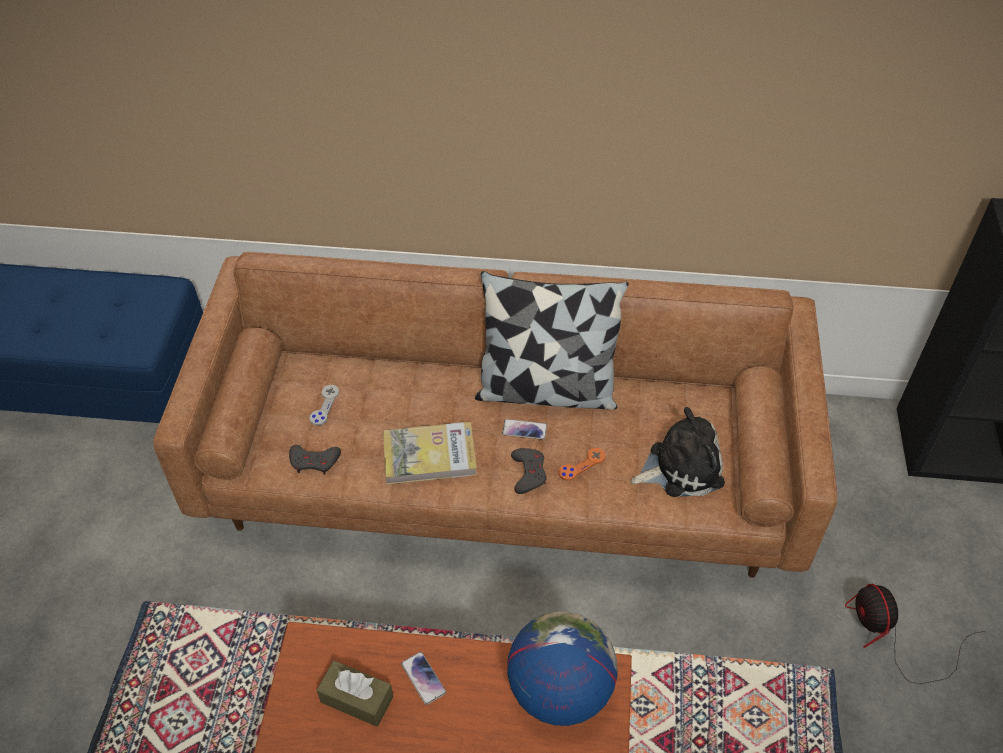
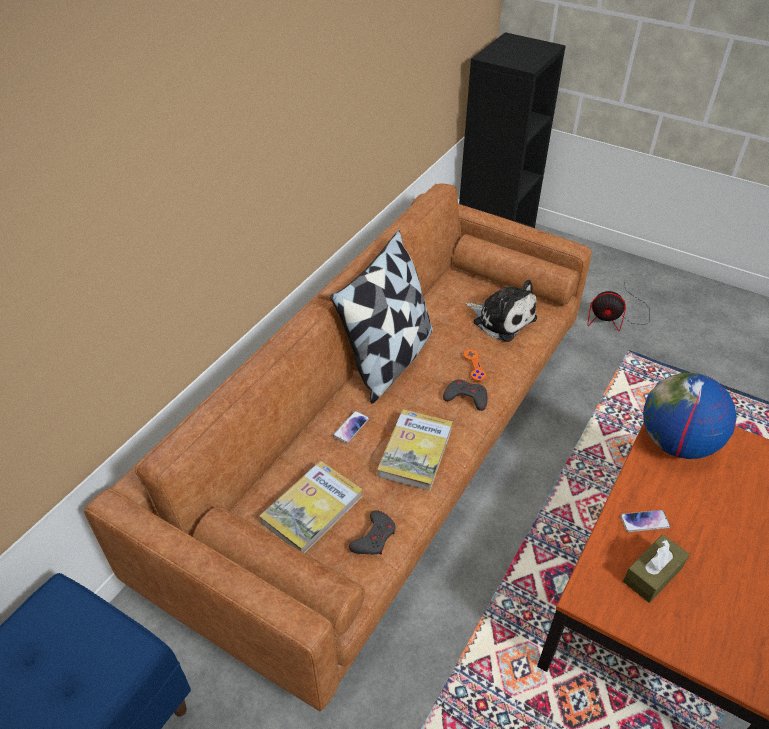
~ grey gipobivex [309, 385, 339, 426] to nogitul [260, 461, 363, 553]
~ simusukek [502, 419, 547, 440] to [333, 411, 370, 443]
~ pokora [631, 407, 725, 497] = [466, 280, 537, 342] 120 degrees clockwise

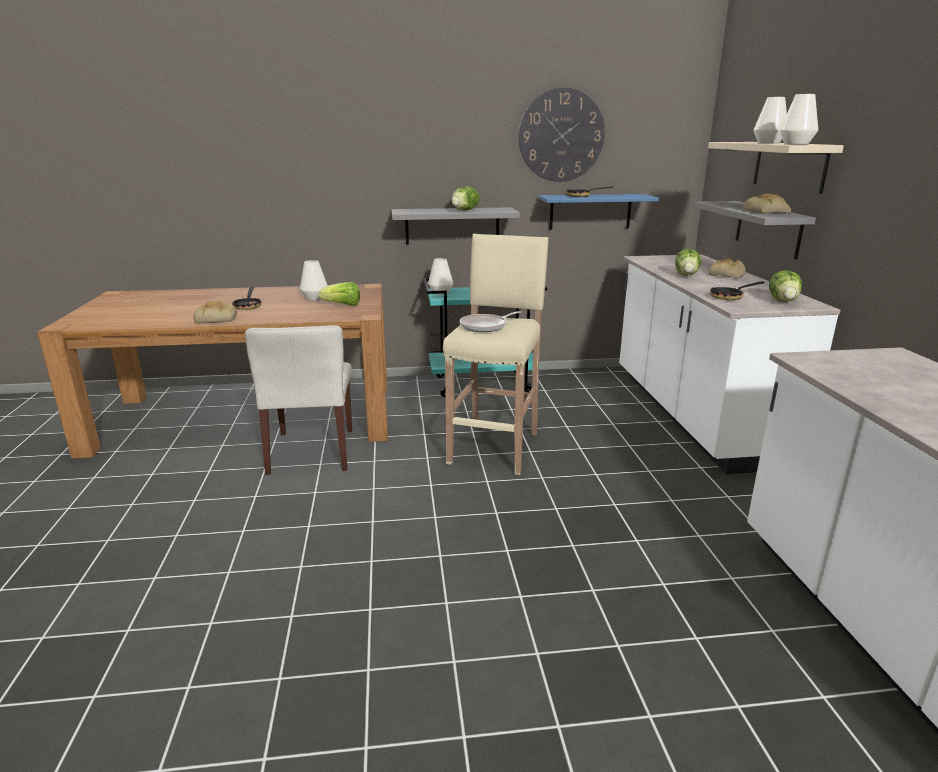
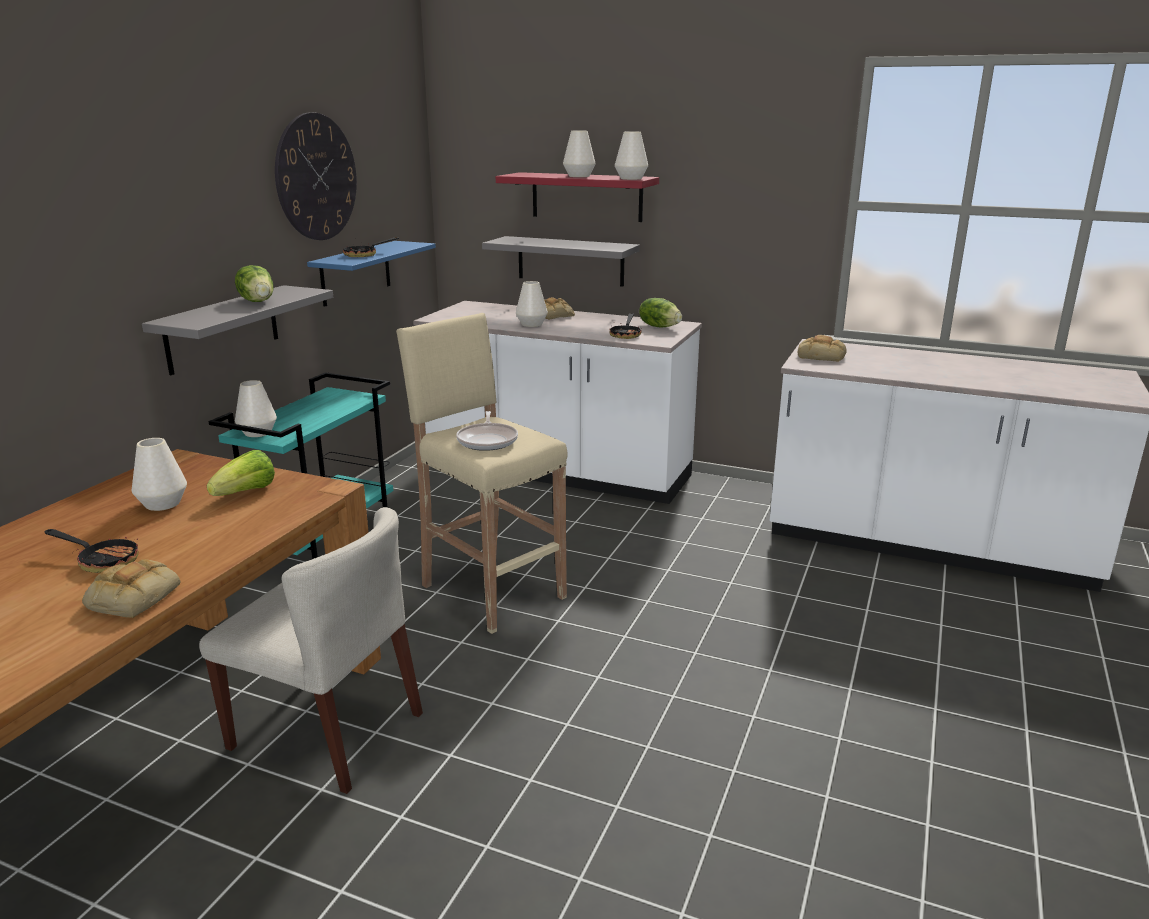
~ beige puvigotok [708, 142, 844, 194] to red puvigotok [496, 172, 659, 222]
~ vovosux [675, 249, 701, 276] to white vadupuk [516, 281, 548, 327]
~ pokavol [743, 193, 791, 214] to [797, 335, 847, 361]

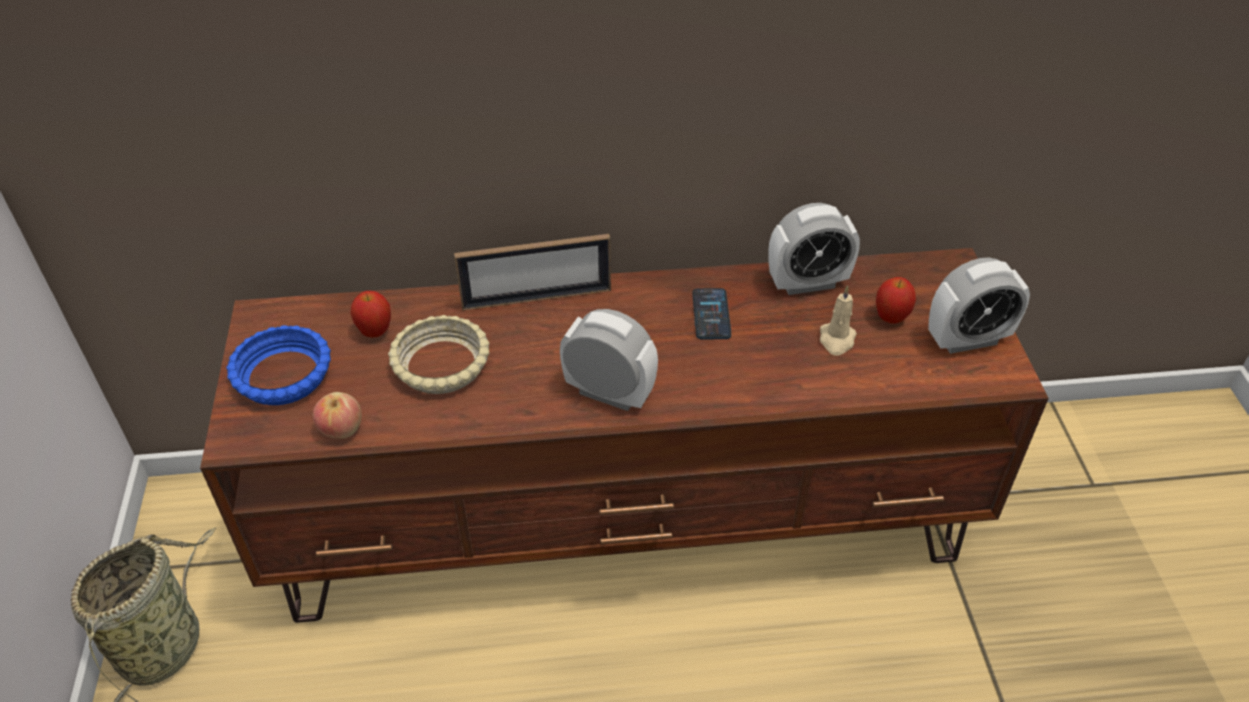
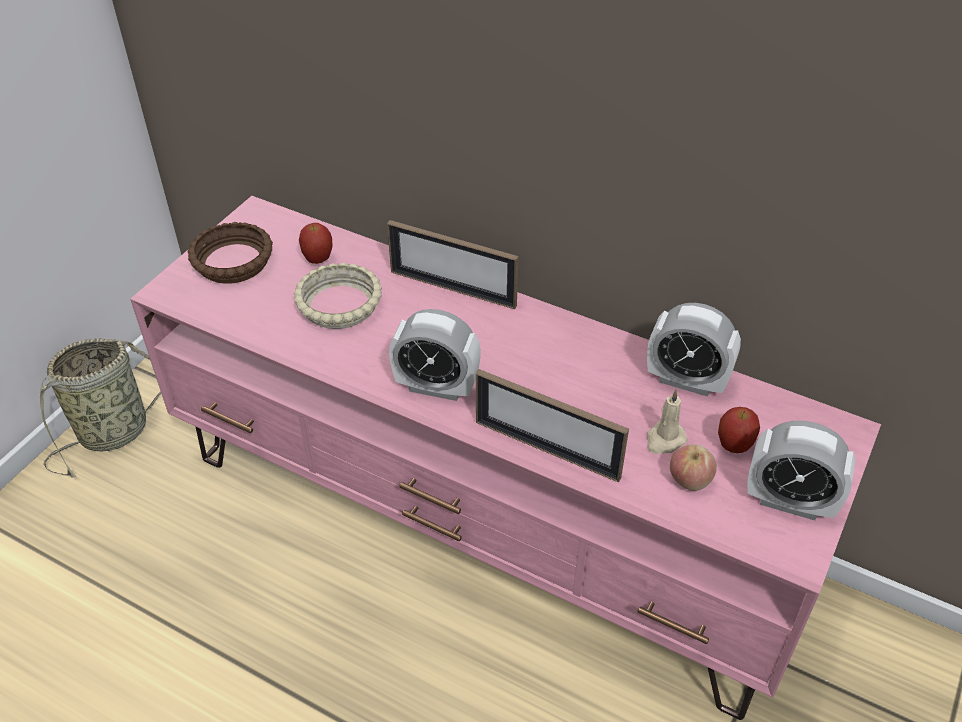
~ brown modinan [200, 248, 1049, 623] to pink modinan [130, 196, 881, 720]
~ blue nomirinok [226, 325, 331, 405] to brown nomirinok [187, 222, 273, 284]
~ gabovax [560, 309, 658, 411] = [389, 309, 481, 401] 135 degrees clockwise
+ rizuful [476, 369, 629, 482]
~ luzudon [313, 392, 361, 439] to [670, 444, 717, 491]
- simusukek [692, 288, 731, 340]

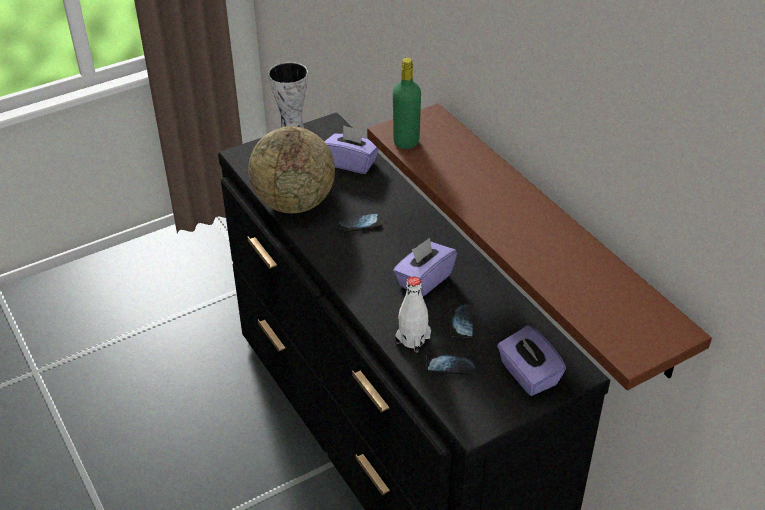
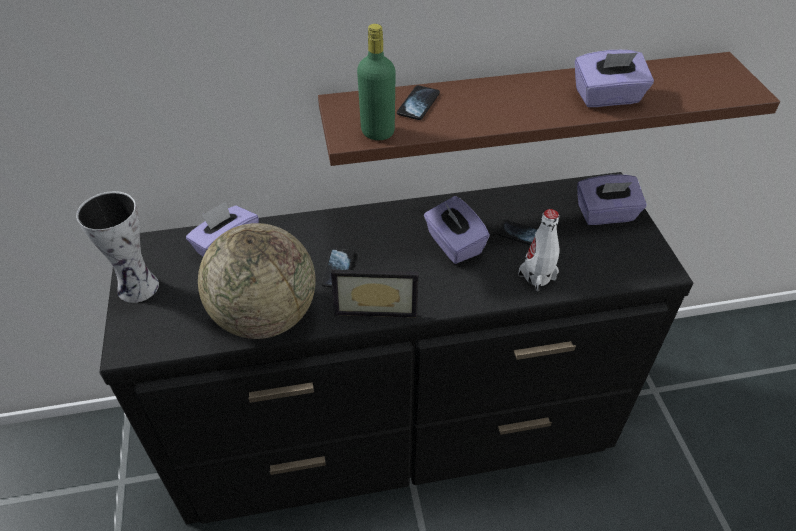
+ rizuful [331, 269, 419, 318]
~ simusukek [426, 354, 476, 375] to [397, 85, 440, 120]
+ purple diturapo [575, 50, 654, 107]

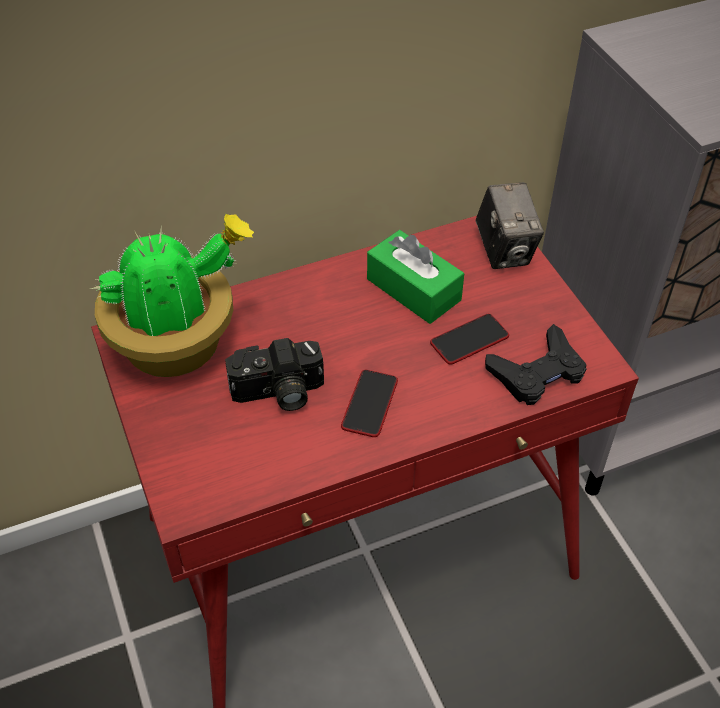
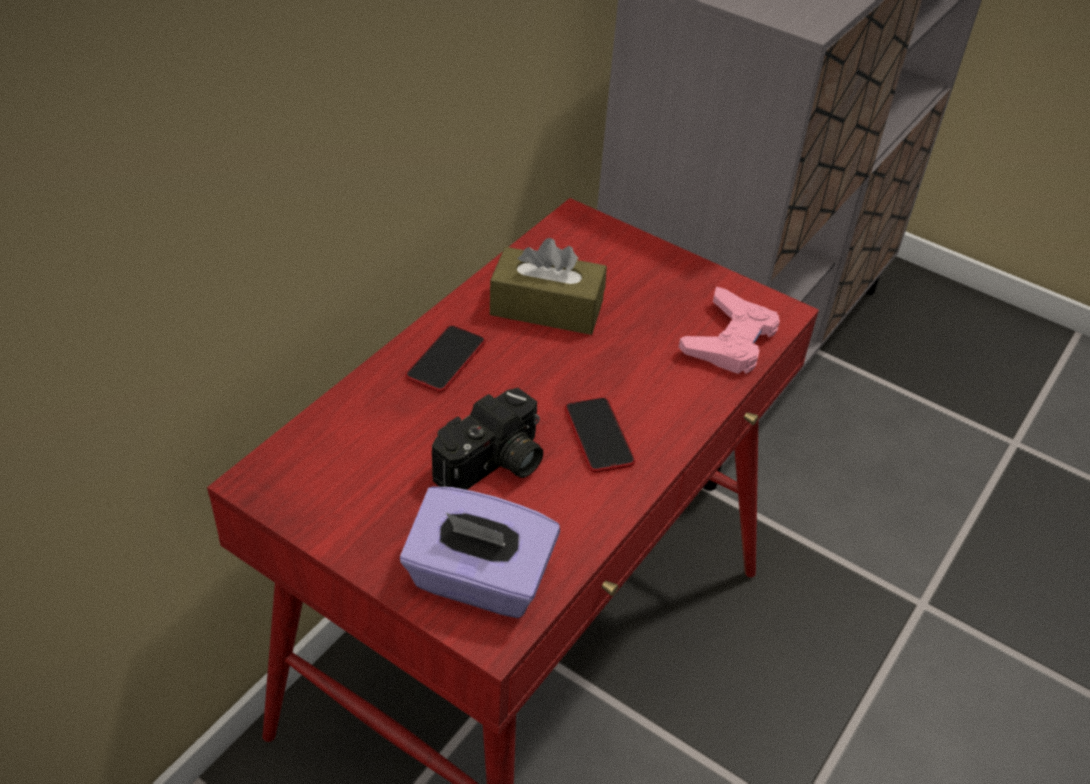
+ purple diturapo [400, 486, 560, 618]
~ simusukek [430, 314, 509, 365] to [405, 325, 485, 392]
~ green diturapo [367, 230, 464, 324] to brown diturapo [490, 238, 607, 335]
~ black gipobivex [485, 324, 587, 405] to pink gipobivex [678, 287, 780, 374]
- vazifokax [90, 214, 254, 377]
- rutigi [476, 182, 544, 269]

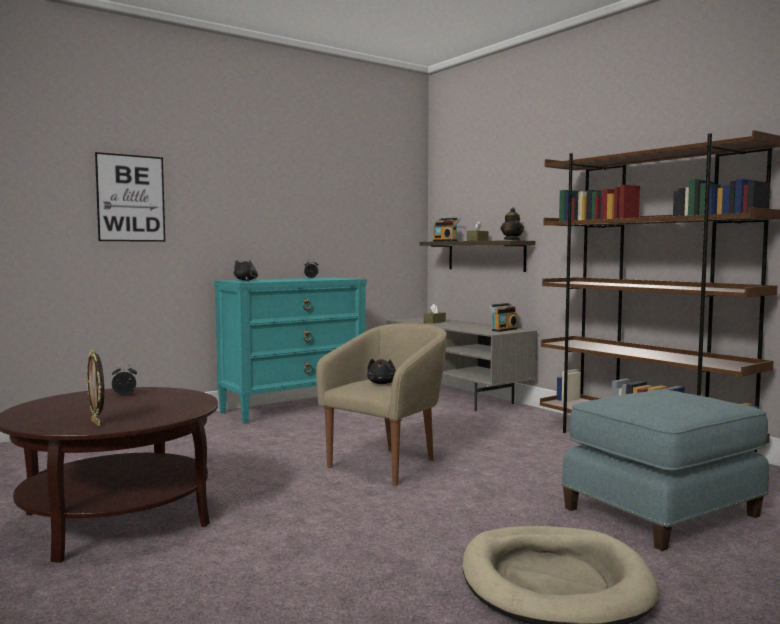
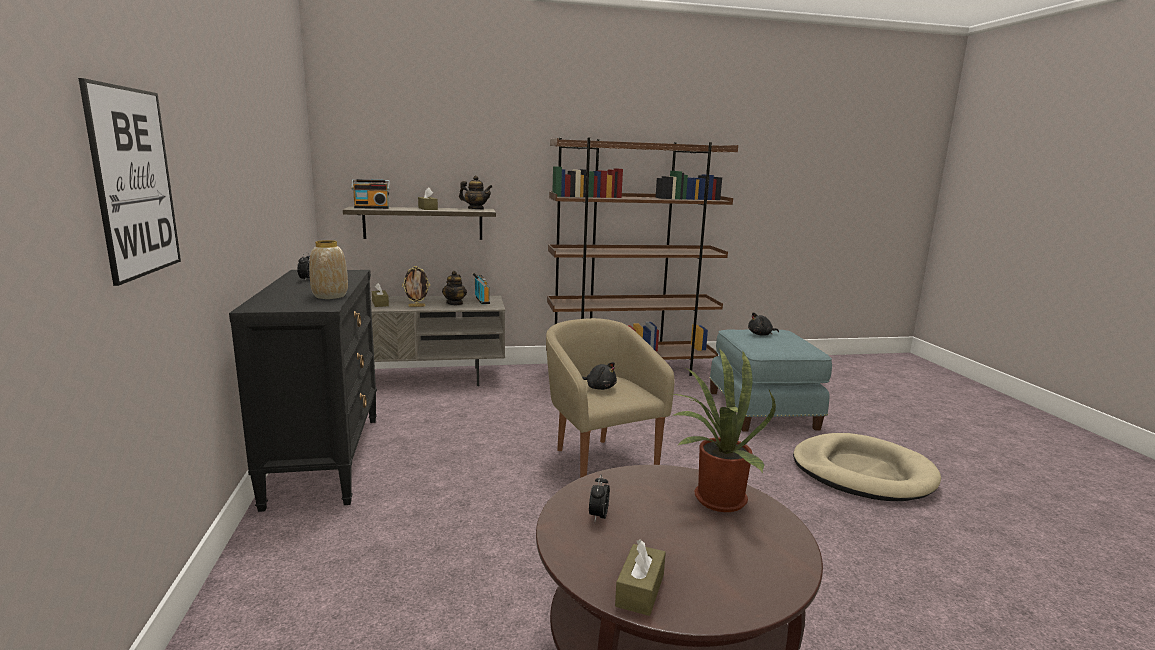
~ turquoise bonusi [214, 277, 367, 424] to black bonusi [229, 270, 377, 512]
+ vadupuk [309, 240, 348, 299]
~ rizuful [86, 350, 104, 426] to [402, 266, 430, 307]
+ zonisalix [442, 271, 467, 305]
+ brown diturapo [615, 539, 666, 616]
+ vazifokax [668, 349, 776, 512]
~ black pokora [234, 260, 258, 281] to [748, 312, 779, 336]

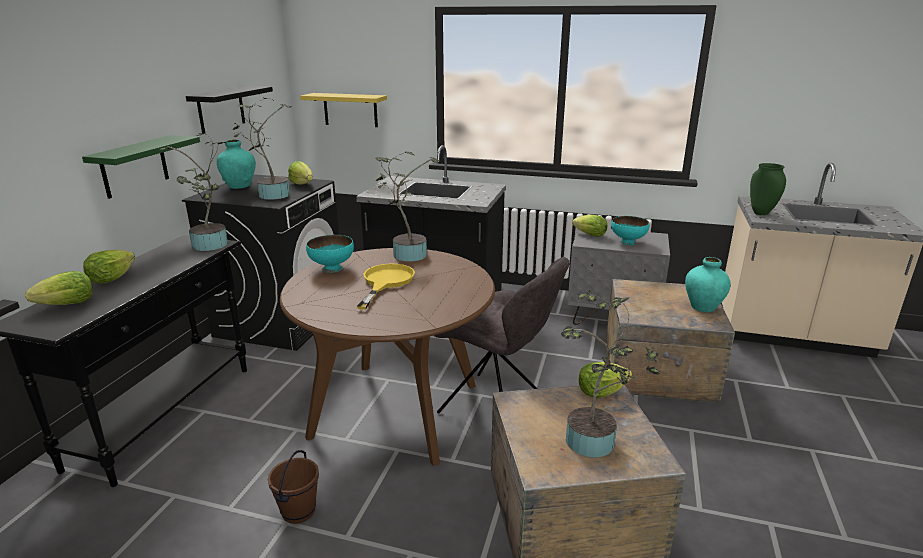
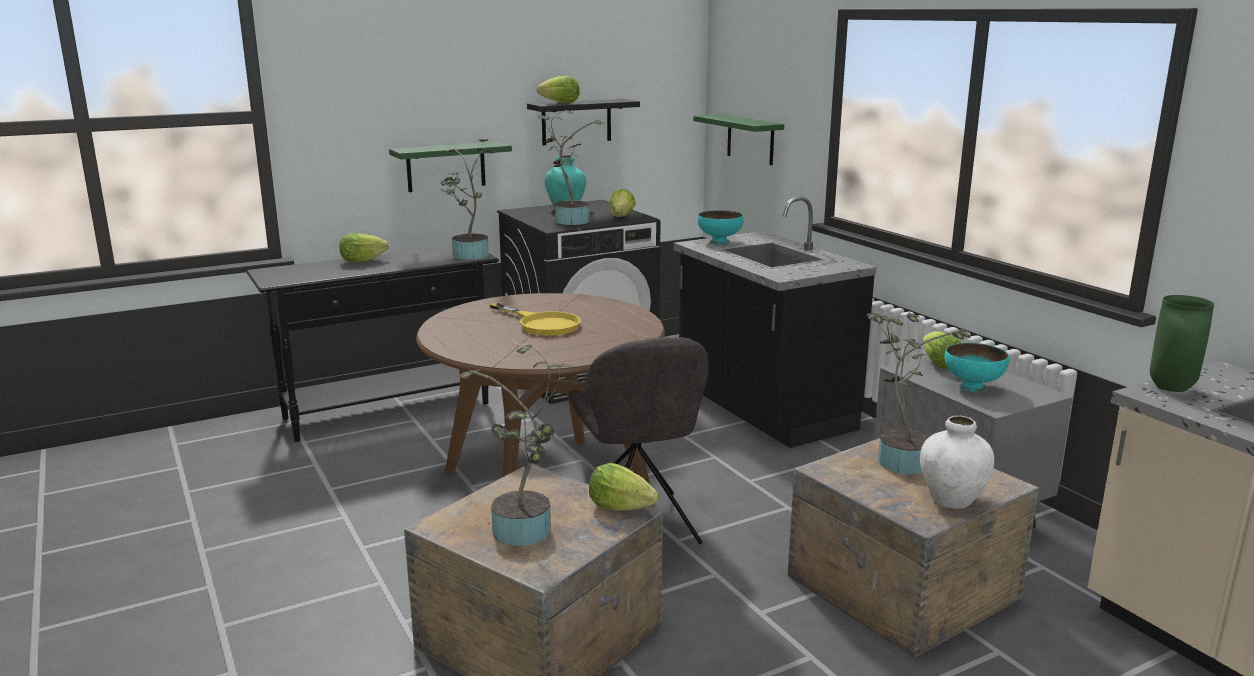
~ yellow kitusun [357, 264, 415, 310] = [490, 303, 581, 336] 75 degrees clockwise
~ vovosux [25, 271, 93, 305] to [537, 76, 580, 103]
~ yellow puvigotok [300, 93, 387, 127] to green puvigotok [693, 114, 784, 165]
~ turquoise nomirinok [306, 235, 354, 273] to [698, 210, 743, 244]
~ vazifokax [375, 151, 440, 262] to [867, 312, 970, 474]
~ turquoise vadupuk [685, 257, 731, 312] to white vadupuk [920, 416, 994, 509]
- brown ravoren [268, 450, 319, 524]

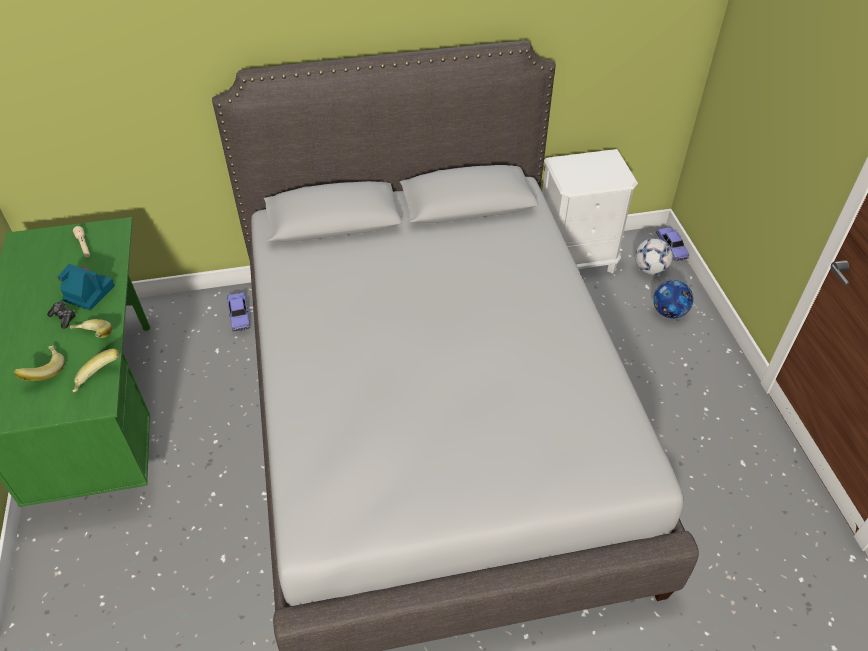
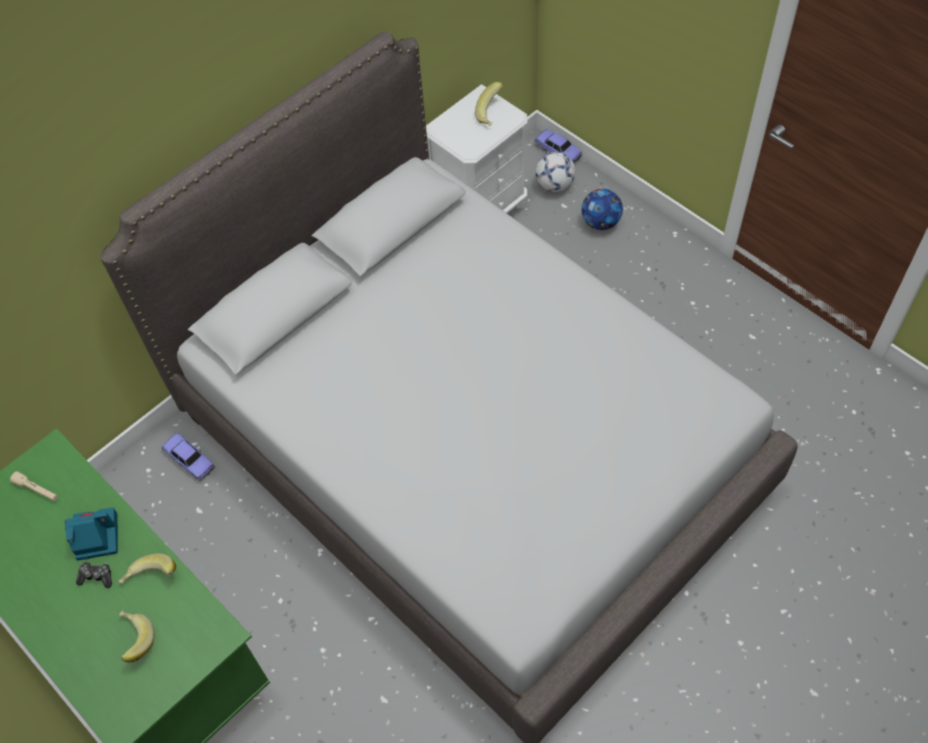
~ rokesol [72, 349, 120, 392] to [475, 82, 503, 126]

